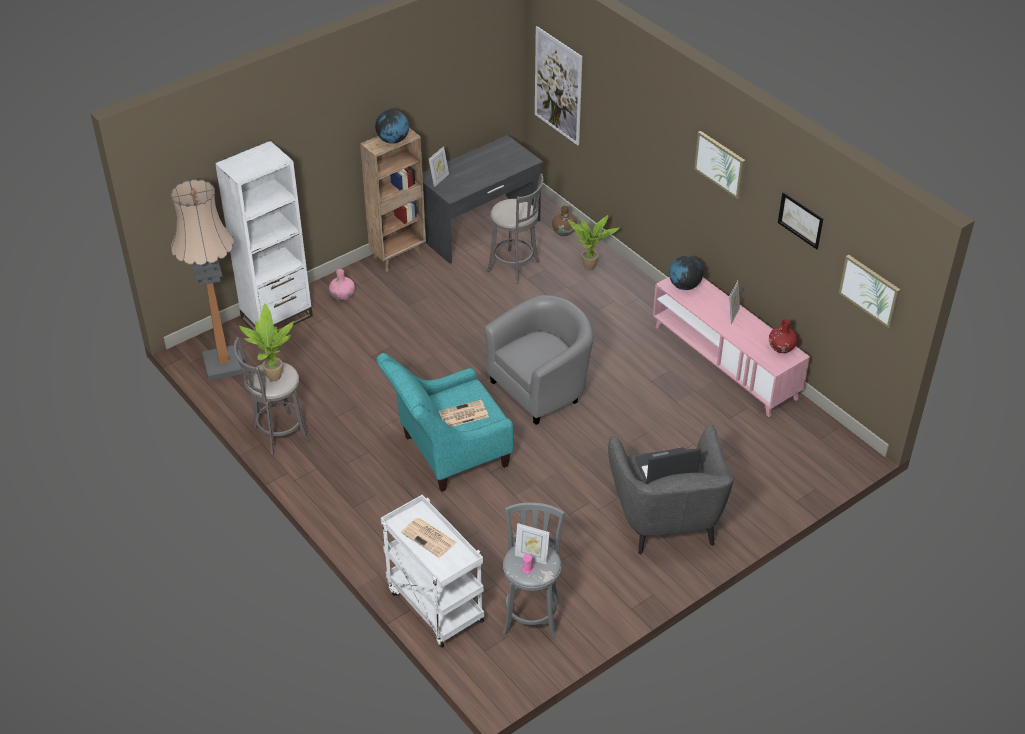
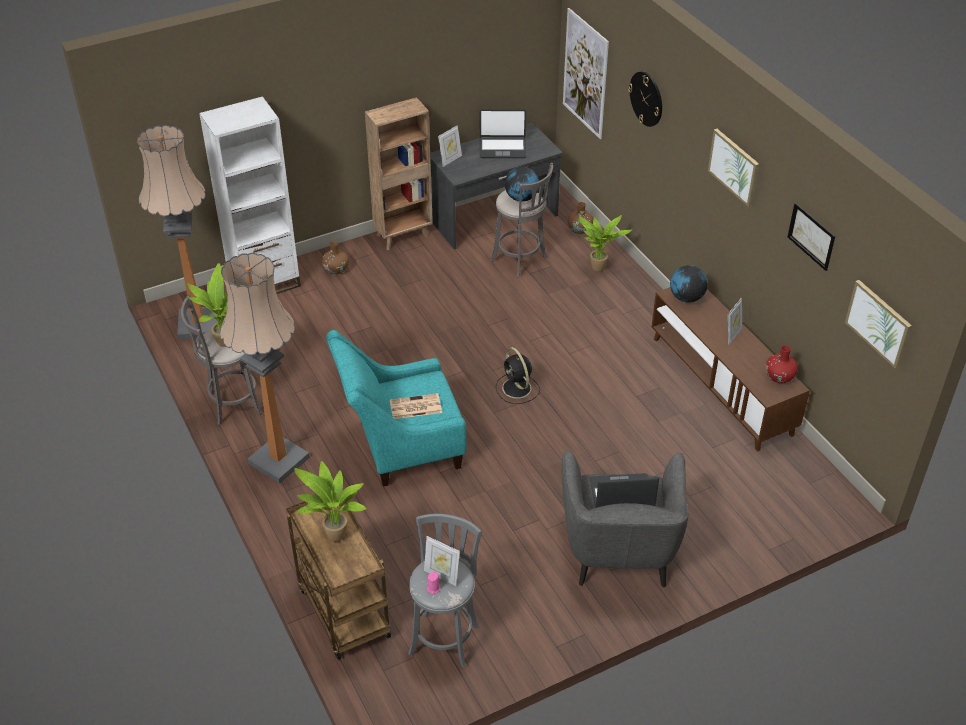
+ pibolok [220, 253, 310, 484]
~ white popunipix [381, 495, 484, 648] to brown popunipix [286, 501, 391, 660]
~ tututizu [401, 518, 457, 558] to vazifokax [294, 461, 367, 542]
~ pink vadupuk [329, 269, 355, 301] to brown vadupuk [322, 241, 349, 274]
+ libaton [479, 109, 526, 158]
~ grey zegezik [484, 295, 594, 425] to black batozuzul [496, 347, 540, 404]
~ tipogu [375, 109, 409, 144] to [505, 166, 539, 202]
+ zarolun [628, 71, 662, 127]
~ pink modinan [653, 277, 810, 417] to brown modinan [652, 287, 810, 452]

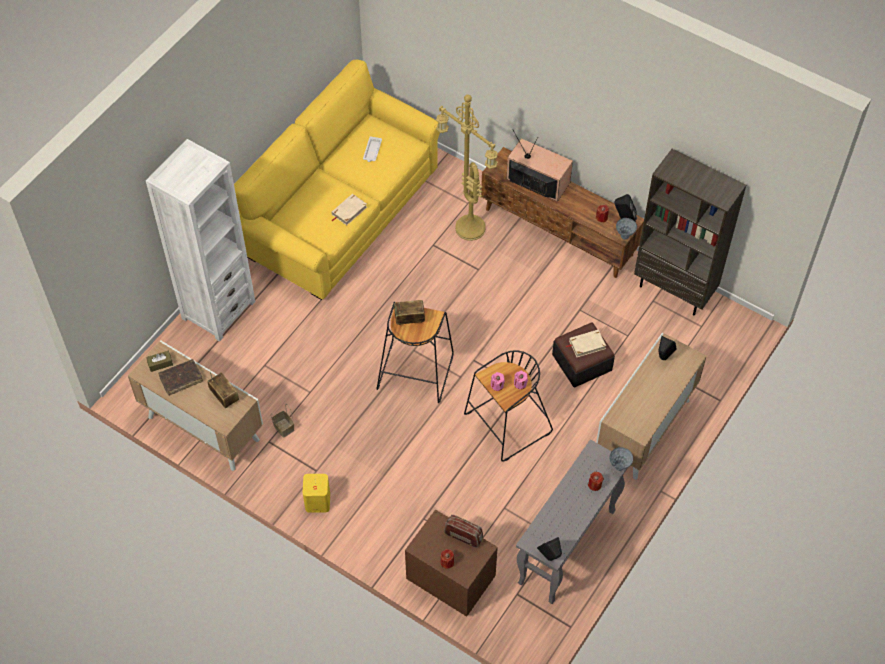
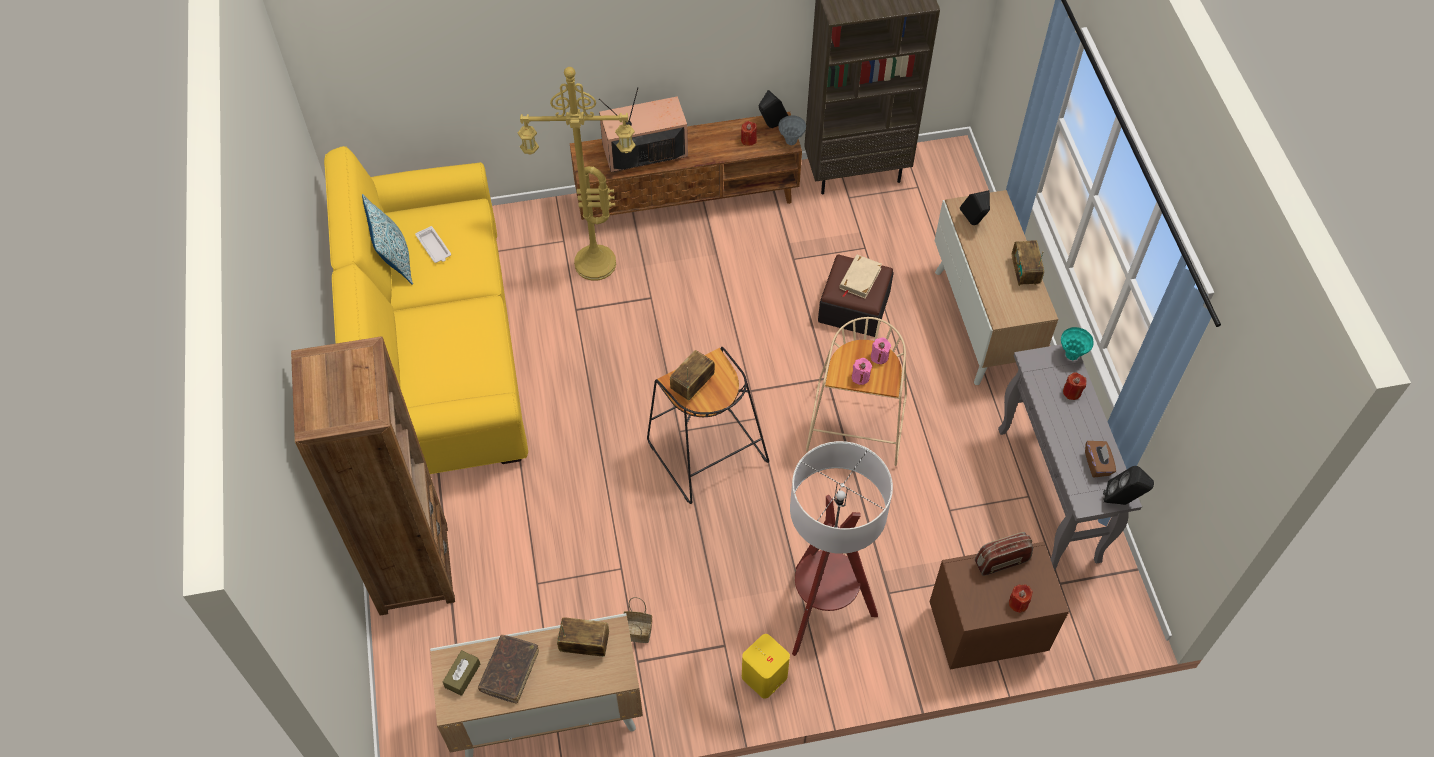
~ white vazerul [146, 139, 256, 341] to brown vazerul [291, 336, 455, 616]
+ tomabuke [362, 194, 413, 285]
+ pibolok [790, 441, 893, 656]
~ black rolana [464, 350, 553, 462] to beige rolana [806, 317, 907, 466]
+ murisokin [1012, 240, 1044, 286]
~ grey vadupuk [610, 447, 633, 471] to turquoise vadupuk [1061, 327, 1094, 360]
+ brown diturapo [1085, 441, 1116, 477]
- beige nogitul [332, 194, 367, 225]

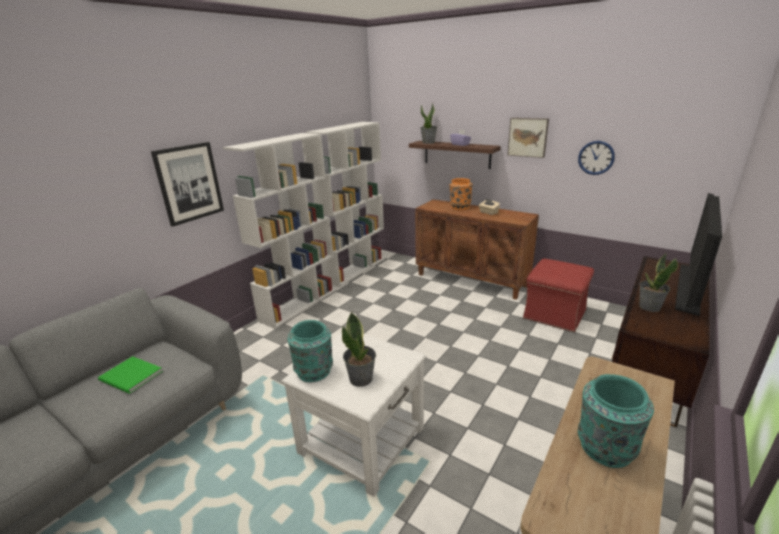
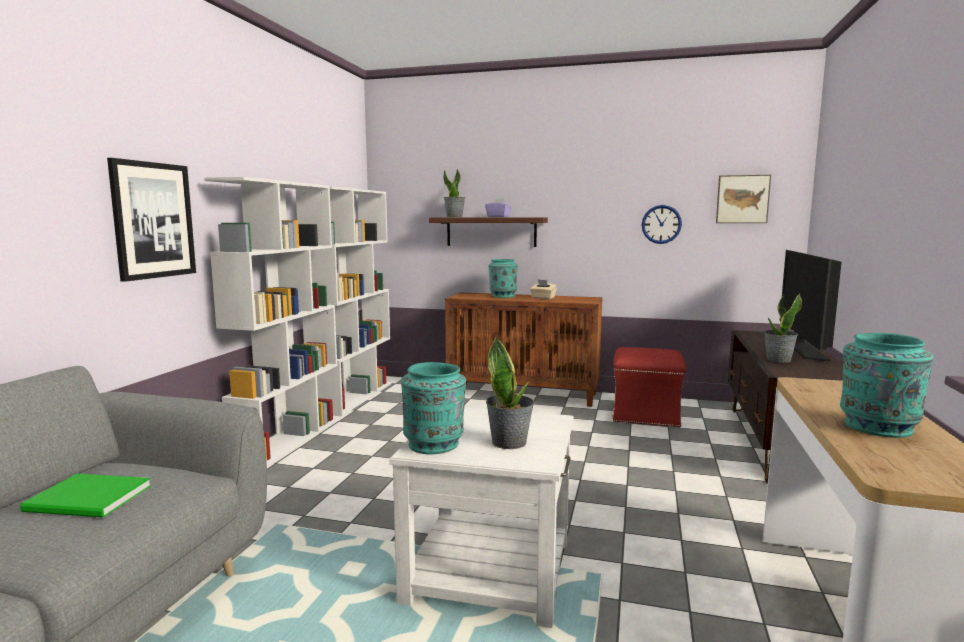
~ orange vadupuk [449, 178, 472, 210] to turquoise vadupuk [488, 259, 518, 298]
~ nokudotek [507, 118, 549, 158] to [716, 175, 771, 223]

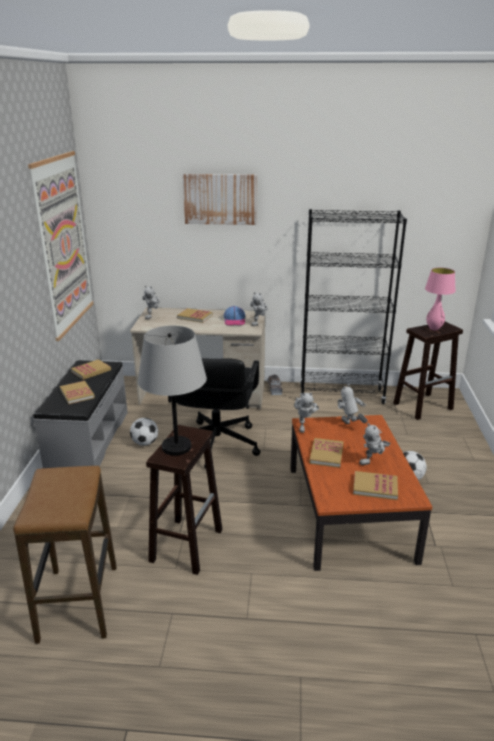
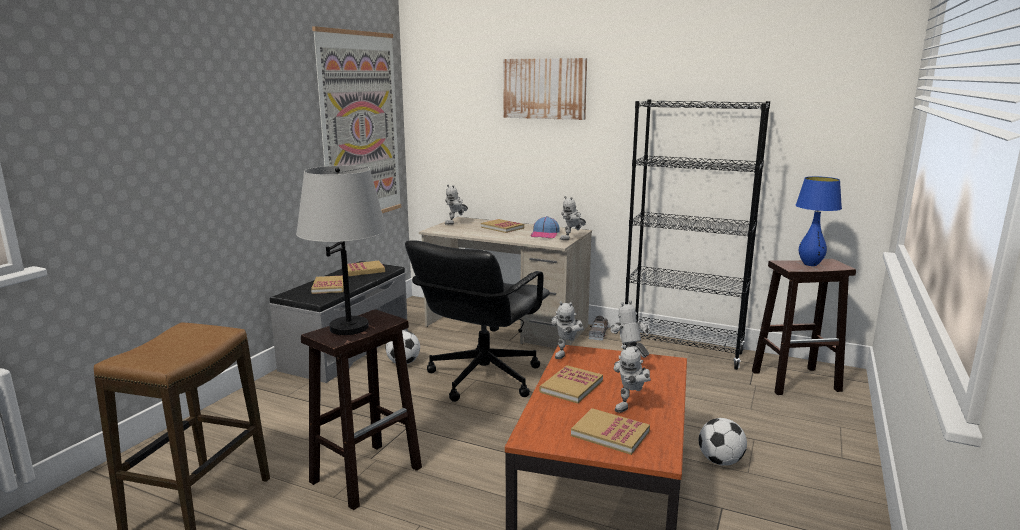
~ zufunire [359, 423, 390, 465] = [614, 345, 651, 413] 45 degrees counterclockwise
~ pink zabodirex [425, 268, 456, 330] to blue zabodirex [796, 176, 842, 266]

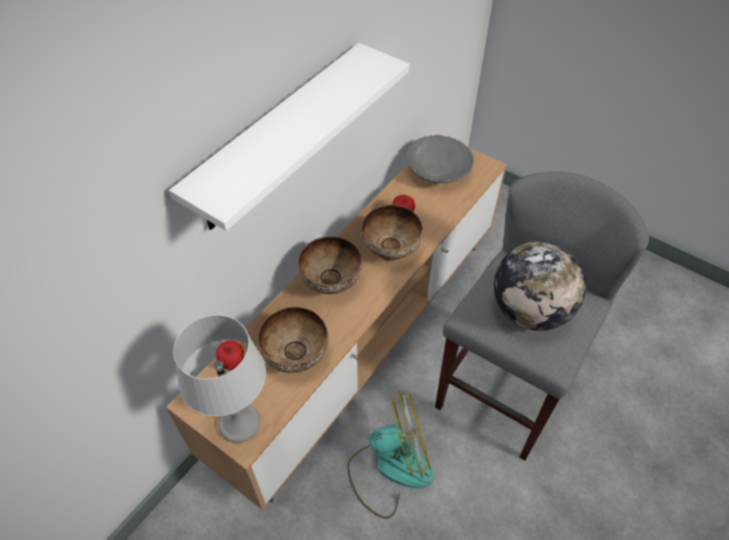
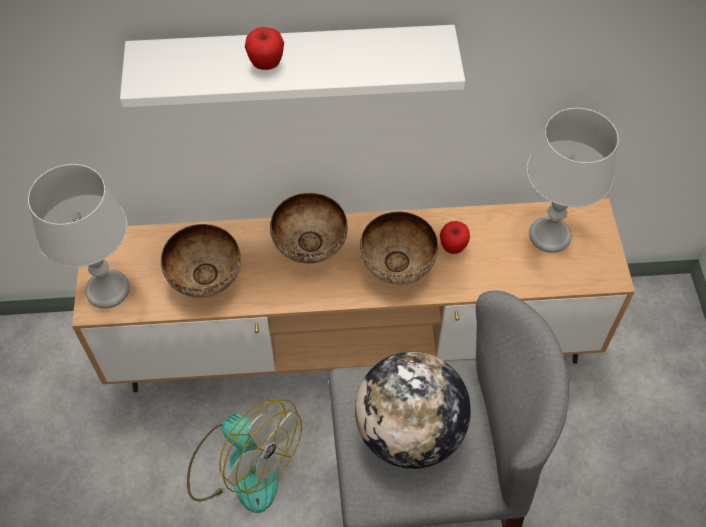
~ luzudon [216, 340, 244, 371] to [245, 27, 284, 70]
~ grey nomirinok [406, 135, 474, 183] to grey zabodirex [527, 108, 619, 253]

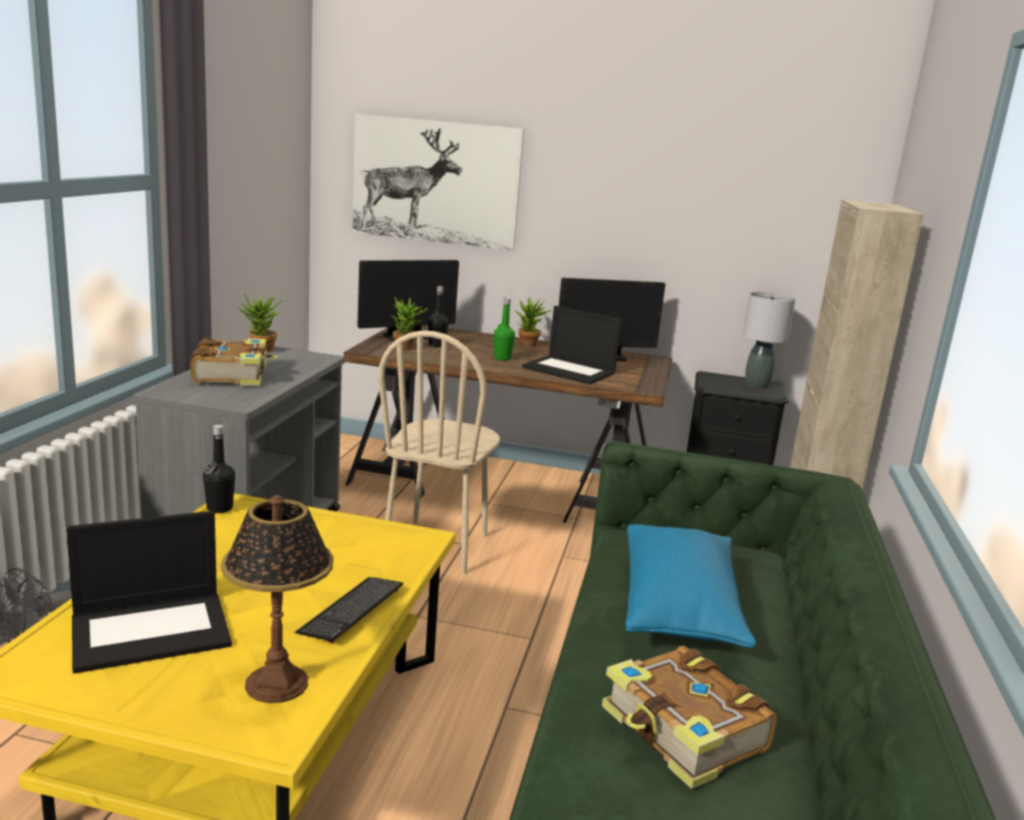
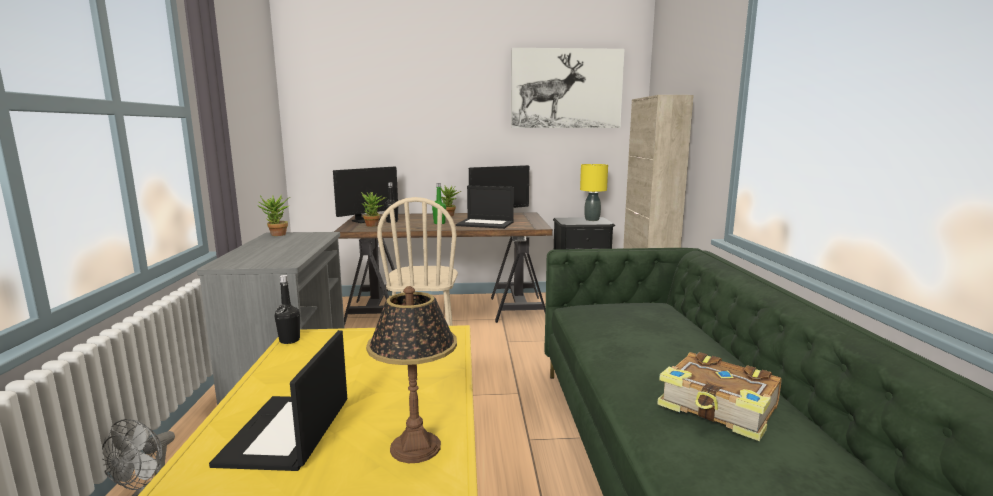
~ libaton [66, 511, 232, 674] = [209, 330, 347, 471] 135 degrees clockwise
~ nokudotek [352, 114, 524, 251] to [511, 48, 625, 128]
~ grey zabodirex [743, 292, 796, 389] to yellow zabodirex [580, 164, 608, 221]
- nogitul [190, 338, 278, 386]
- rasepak [295, 577, 403, 643]
- blue tomabuke [625, 524, 756, 648]

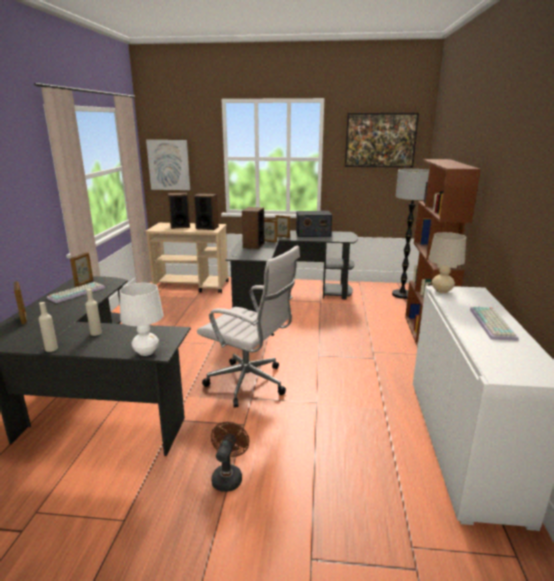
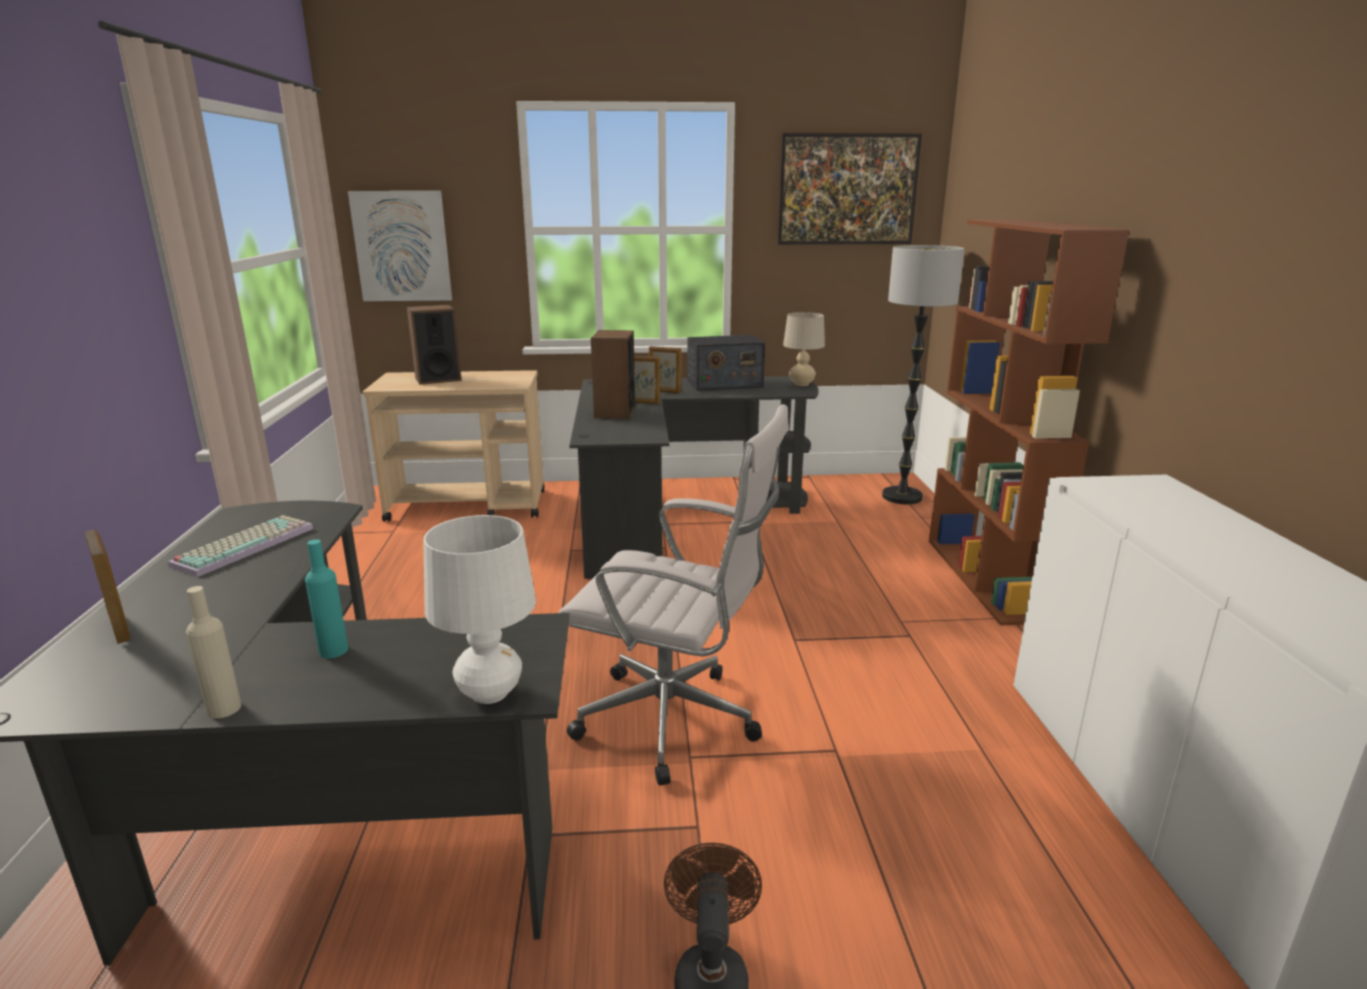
~ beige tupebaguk [85, 289, 102, 336] to turquoise tupebaguk [305, 539, 348, 659]
~ beige zabodirex [428, 232, 466, 293] to [783, 312, 825, 386]
- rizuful [70, 252, 93, 287]
- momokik [193, 193, 219, 230]
- rasepak [470, 307, 518, 341]

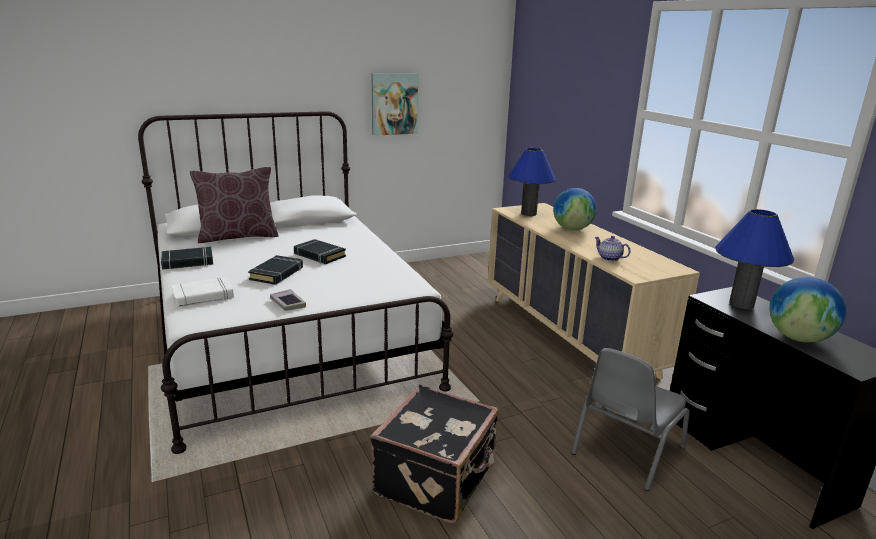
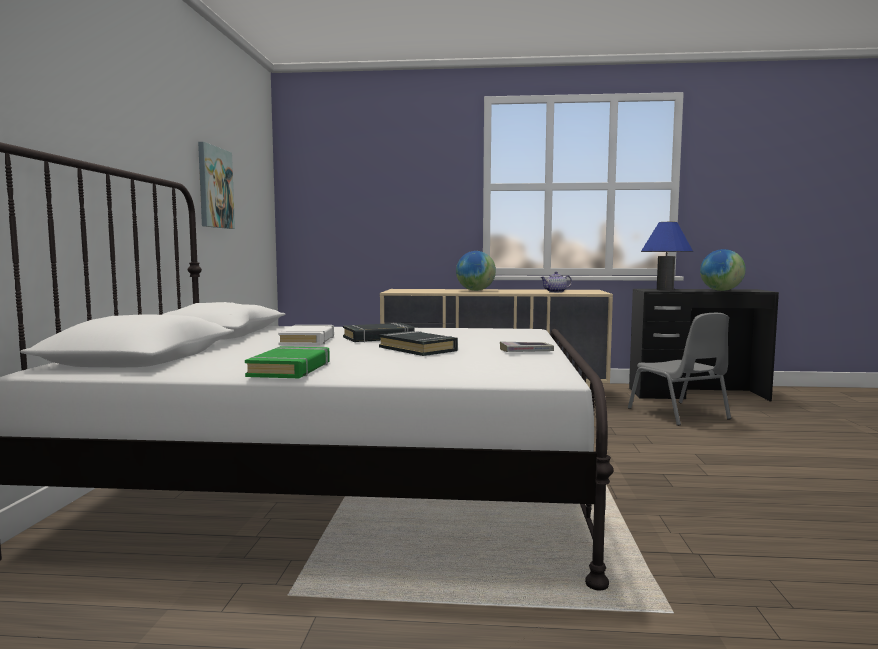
~ black nogitul [161, 247, 213, 270] to green nogitul [245, 346, 330, 378]
~ white nogitul [171, 277, 234, 307] to [278, 325, 334, 345]
- brown tomabuke [190, 167, 279, 243]
- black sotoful [370, 385, 499, 523]
- blue zabodirex [508, 148, 556, 216]

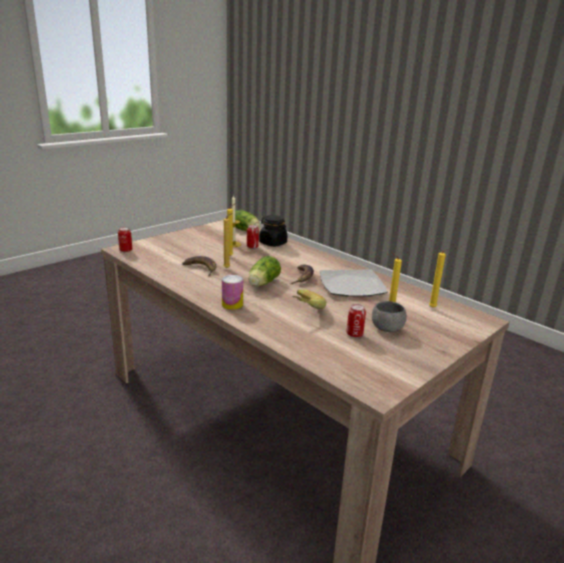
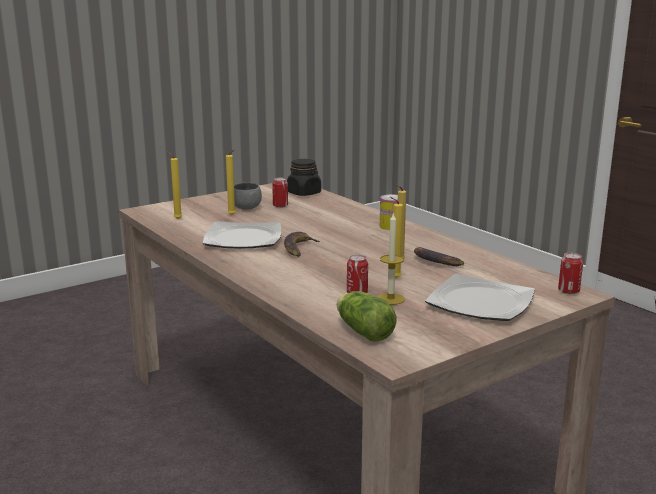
~ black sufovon [259, 215, 287, 247] to [287, 159, 321, 196]
+ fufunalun [425, 274, 535, 321]
- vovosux [249, 256, 281, 286]
- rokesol [292, 290, 326, 309]

